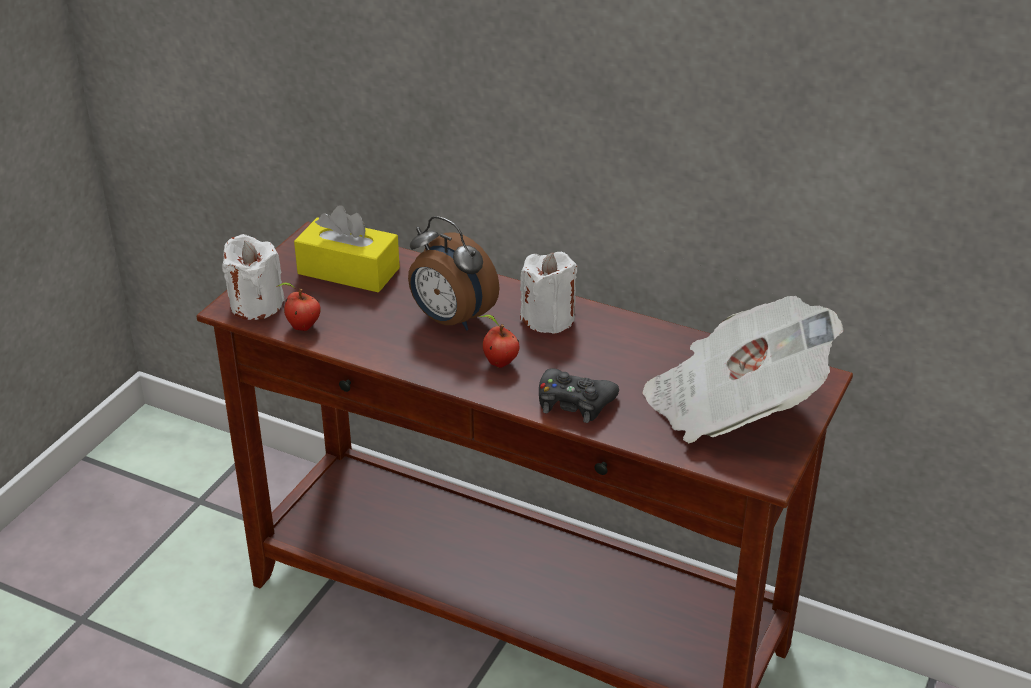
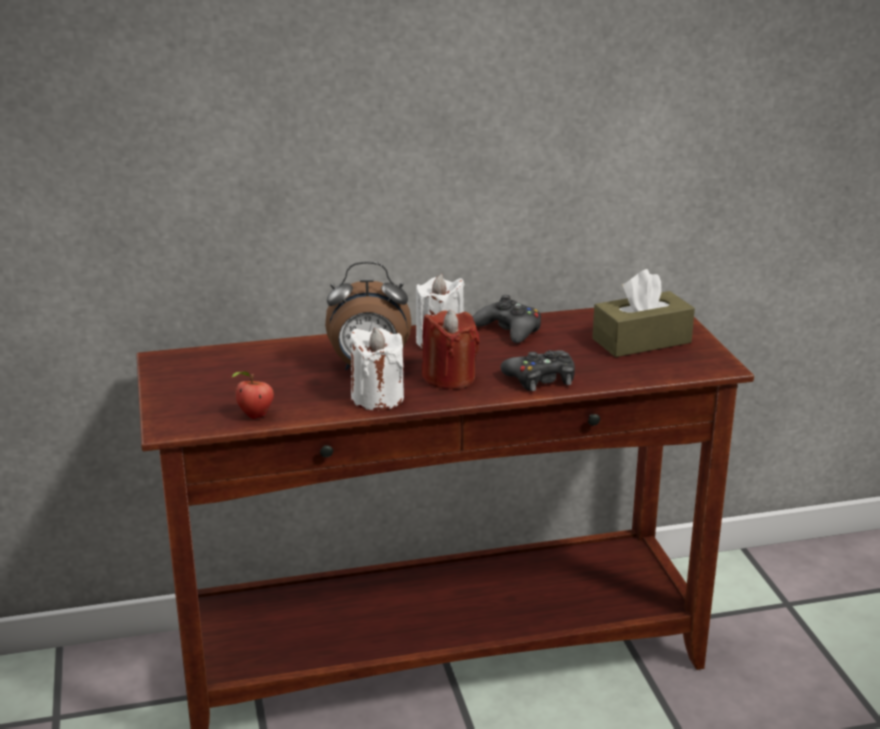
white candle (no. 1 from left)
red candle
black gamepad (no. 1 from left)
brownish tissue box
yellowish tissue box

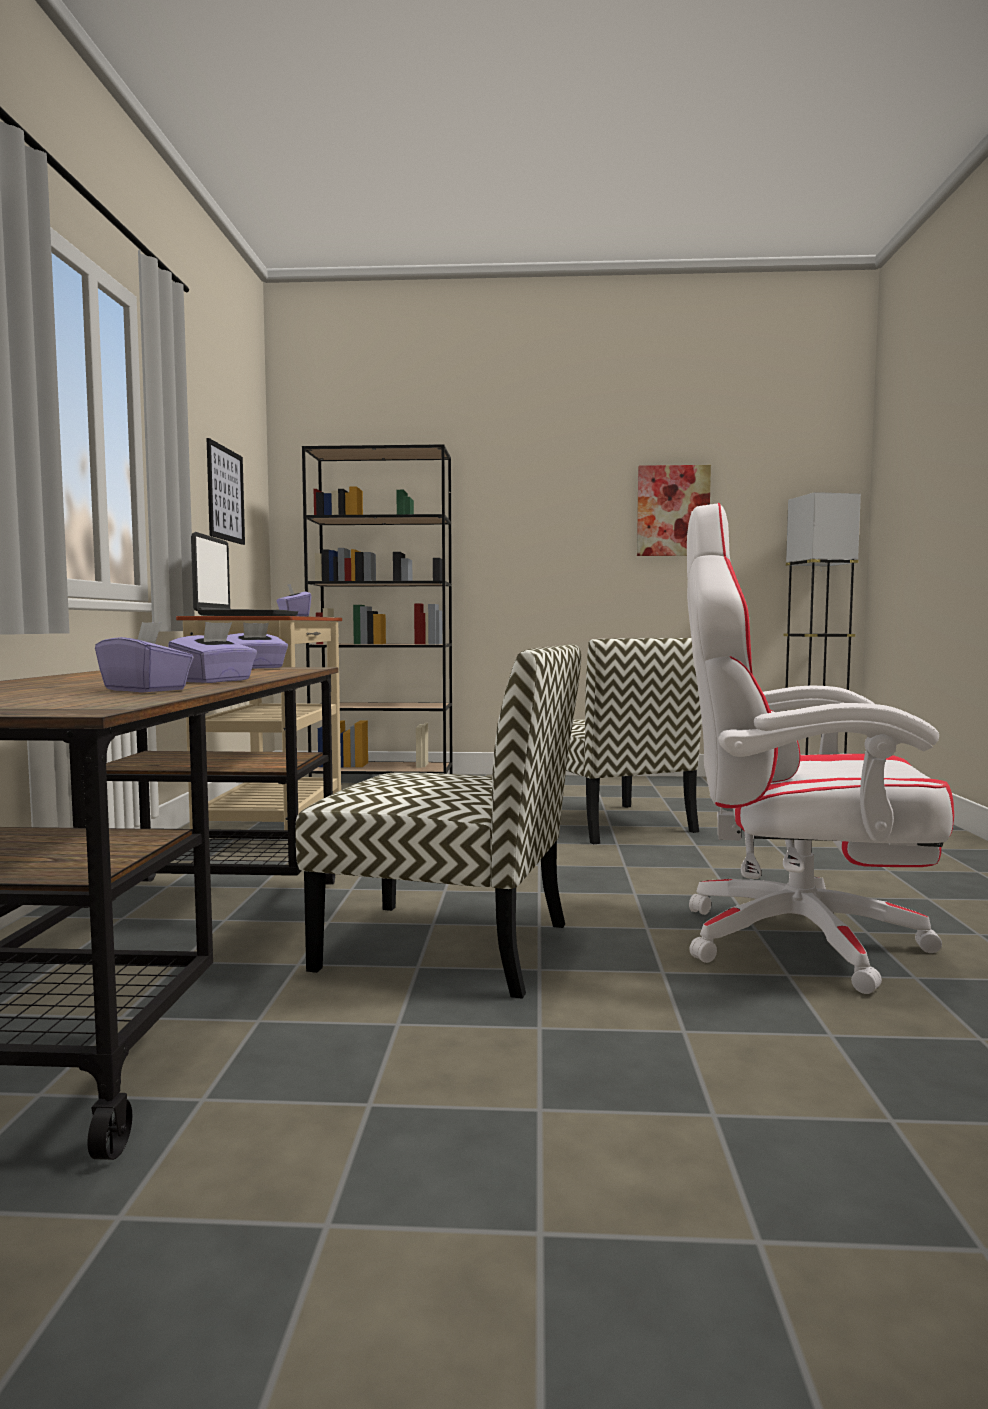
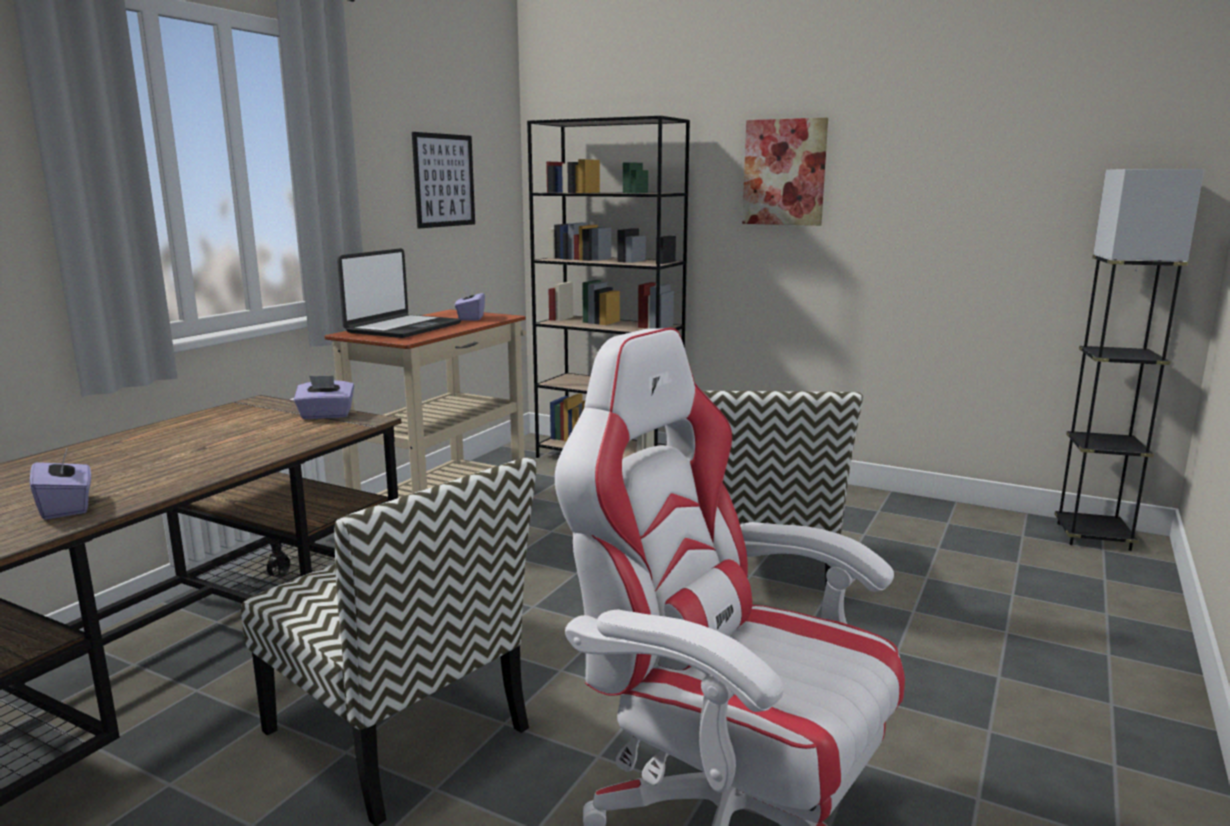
picture (no. 2 from left)
purple tissue box (no. 2 from left in the first image)

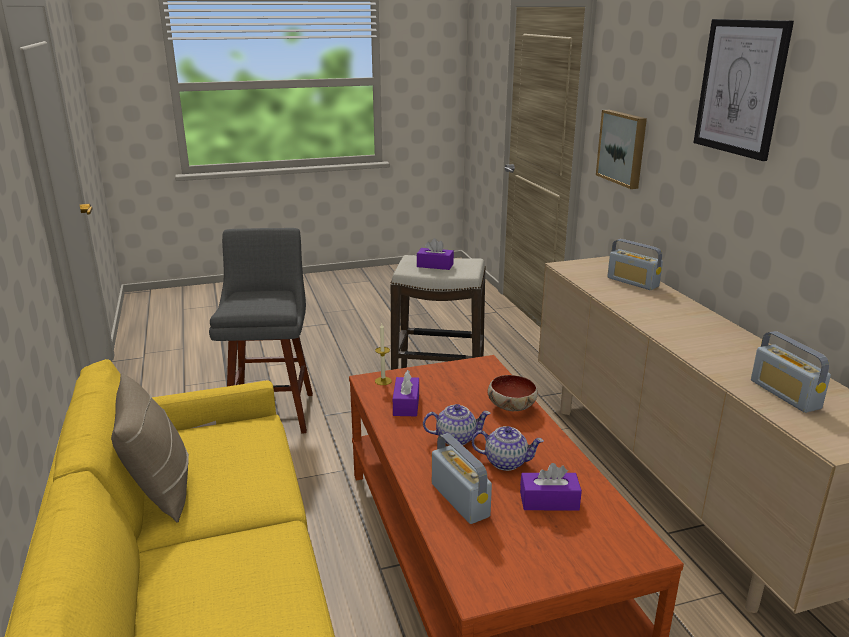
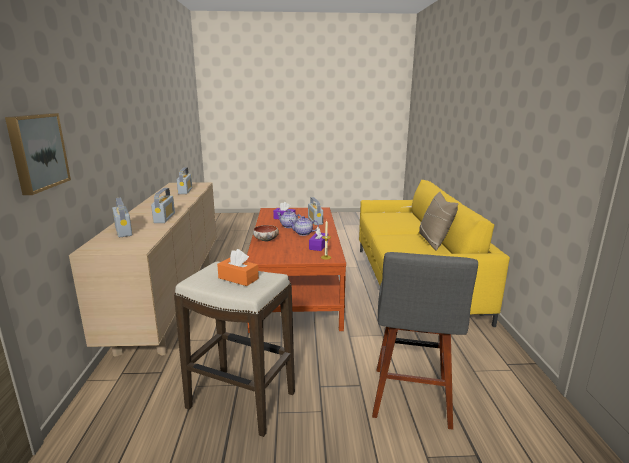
radio receiver (no. 2 from left)
orangey tissue box
picture (no. 2 from left in the first image)

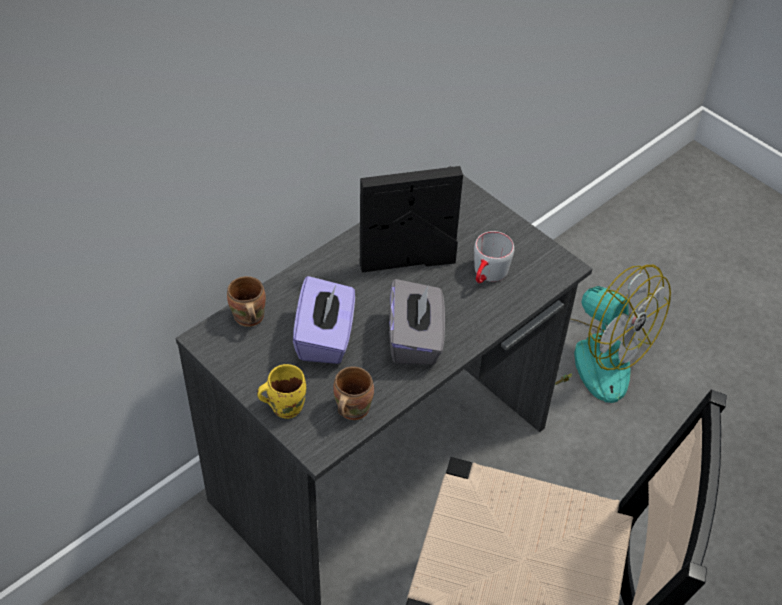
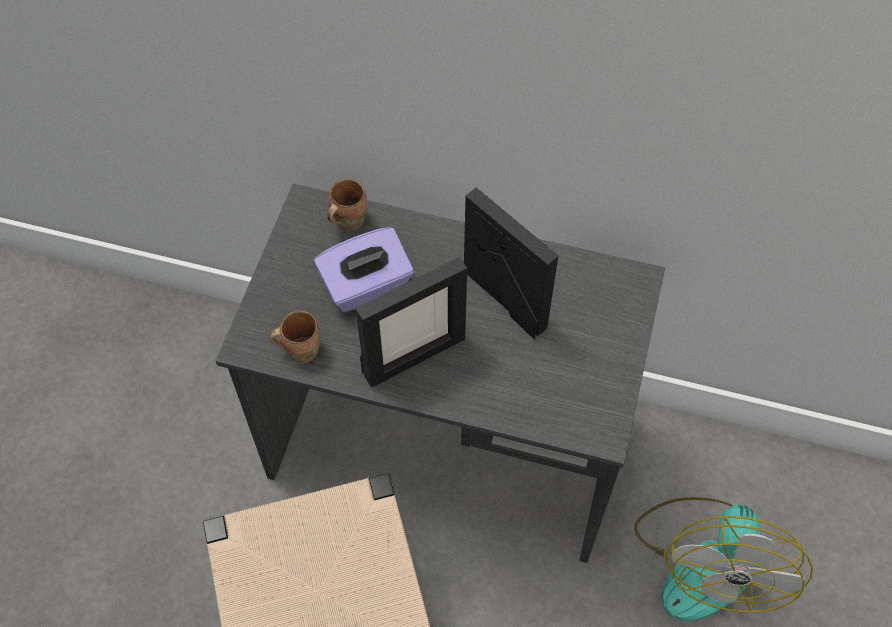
picture frame (no. 1 from left)
yellowish coffee mug
gray coffee mug

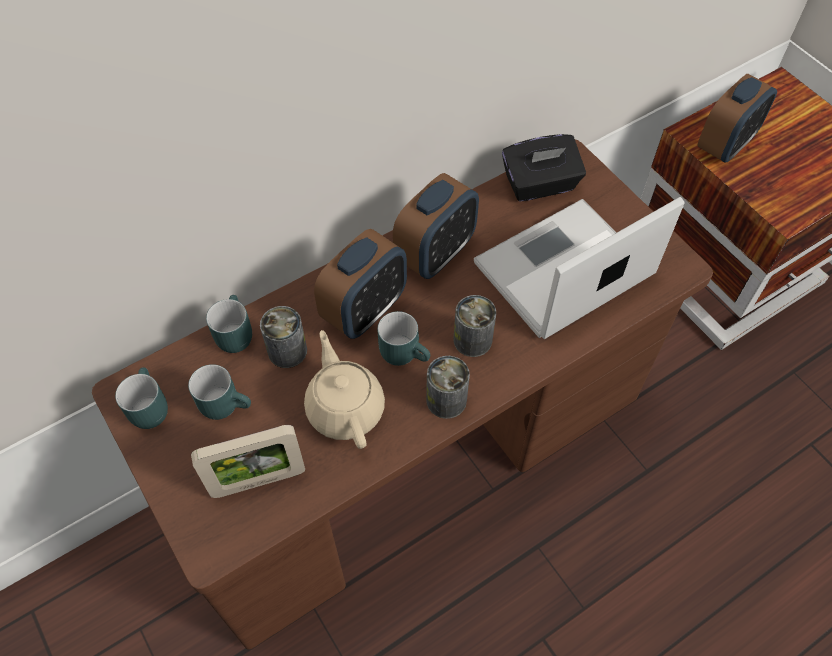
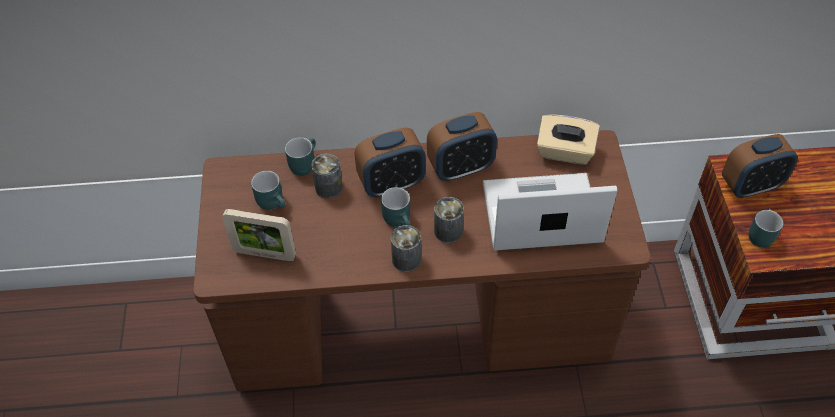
beige tissue box
turquoise coffee mug (no. 4 from left)
beige pot for tea

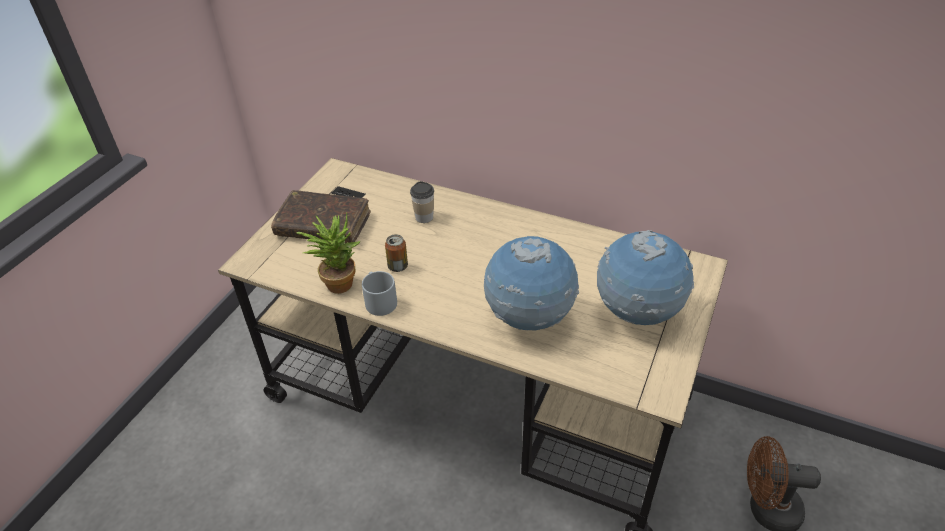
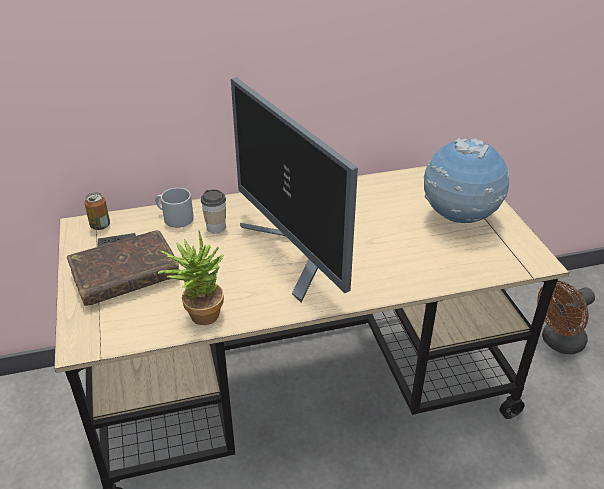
can
gray coffee mug
computer display
world globe (no. 1 from left in the first image)

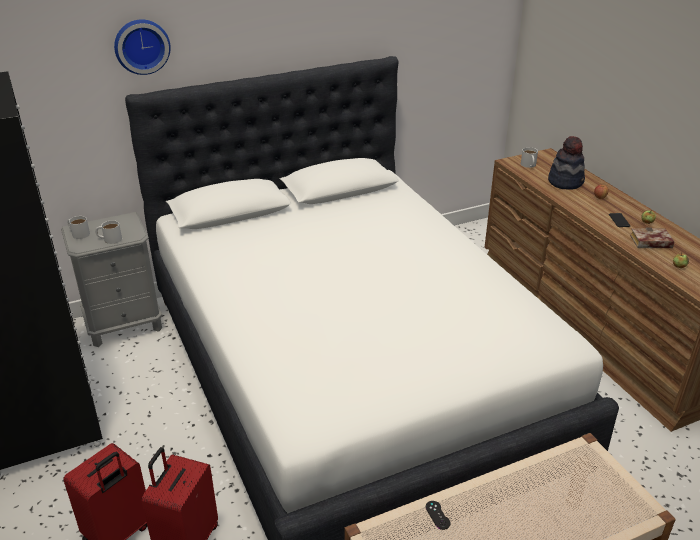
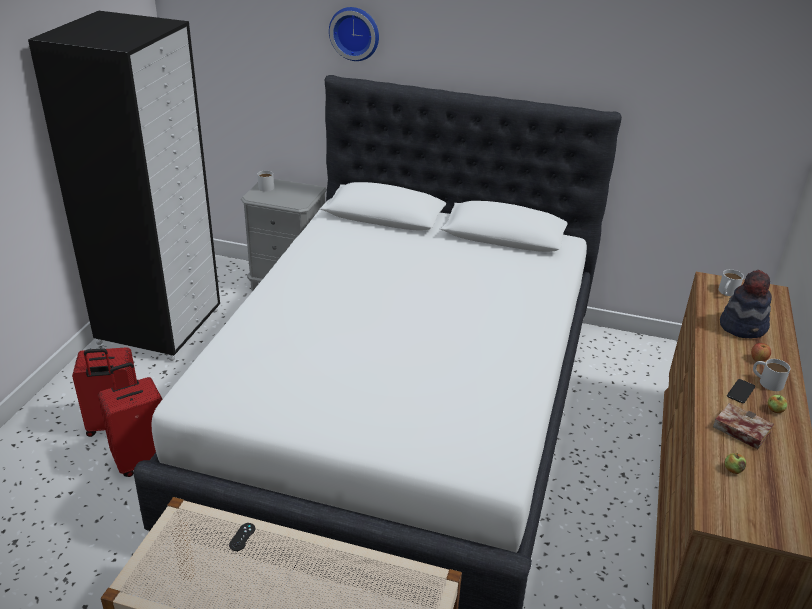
white coffee mug (no. 3 from left)

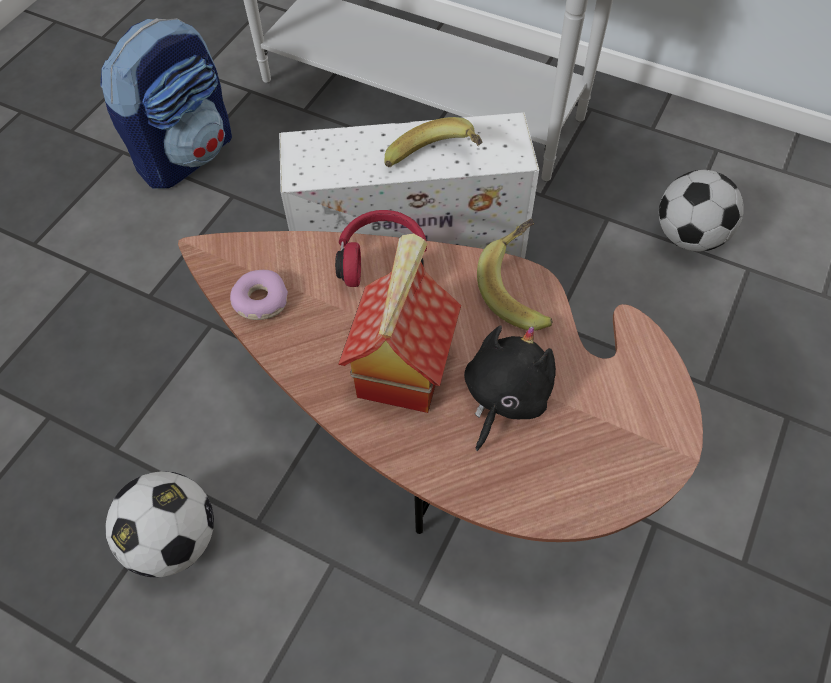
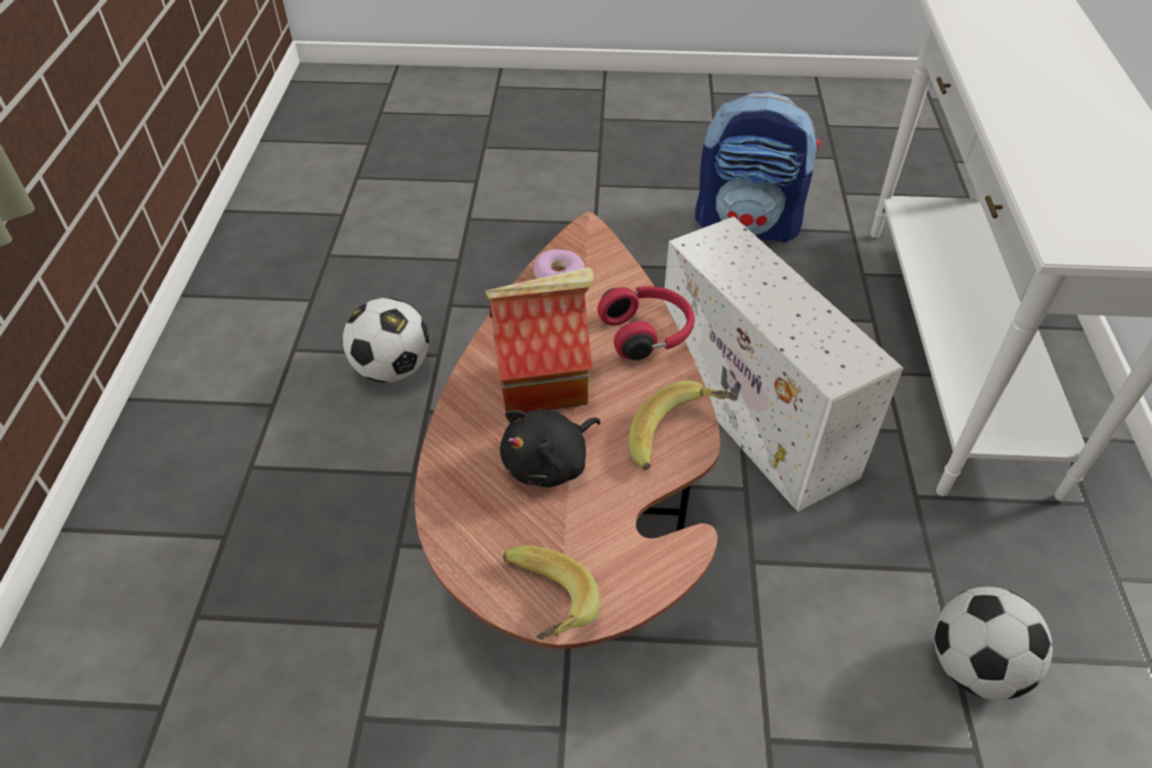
black cuddly toy
whole banana (no. 1 from left)

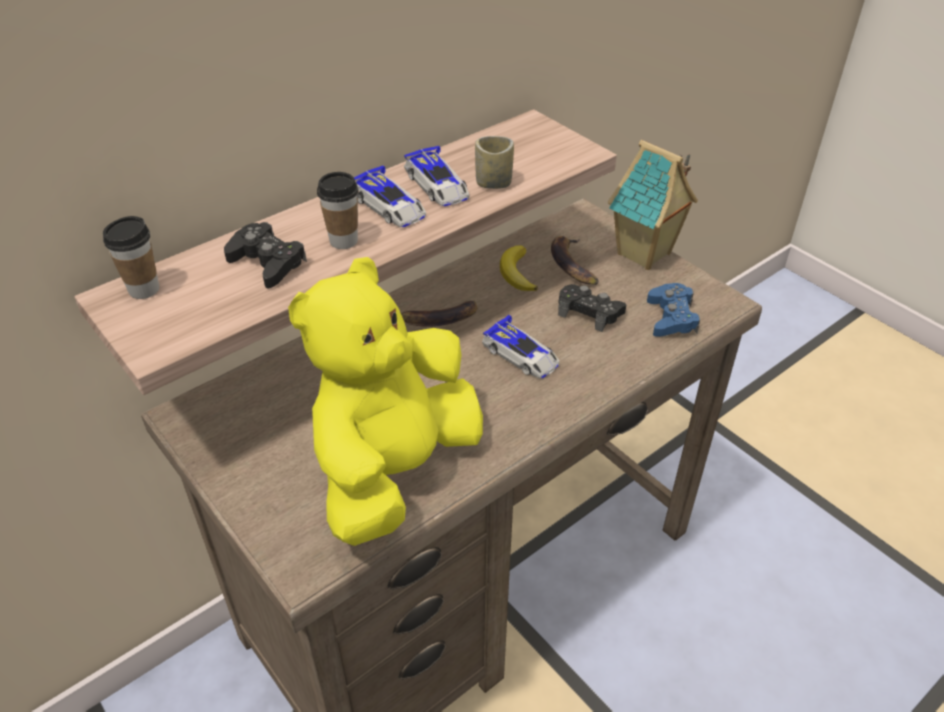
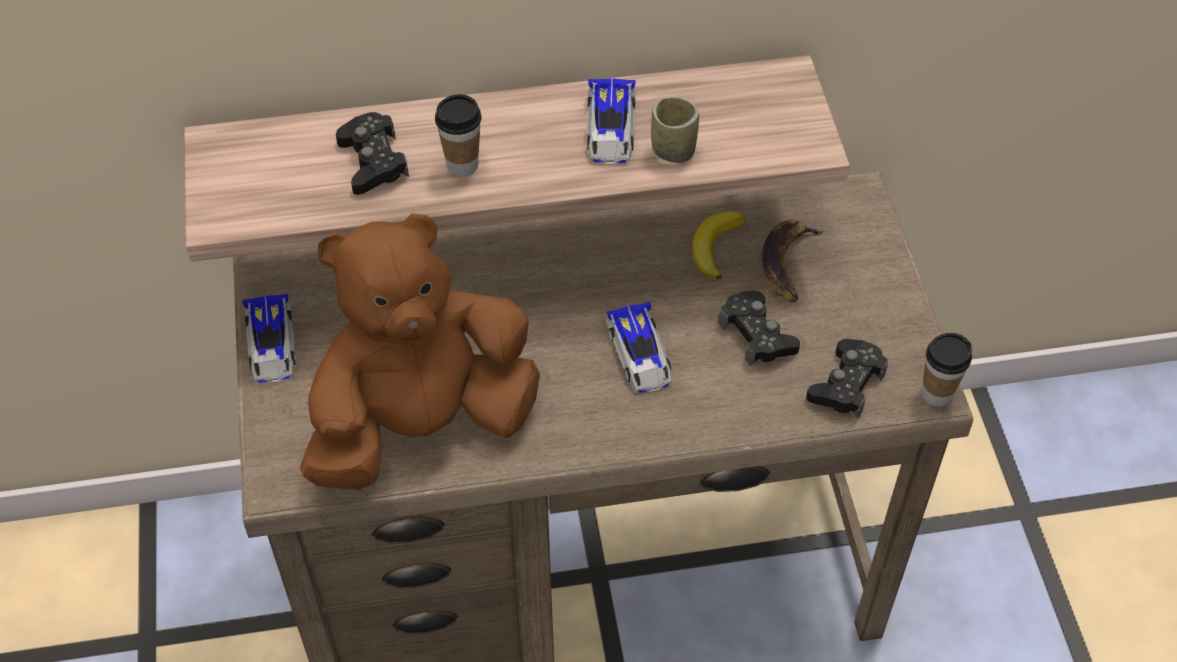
miniature car (no. 1 from left)
brownish cuddly toy
black gamepad (no. 3 from left)
cup (no. 3 from left)
whole banana (no. 1 from left in the first image)
toy house

